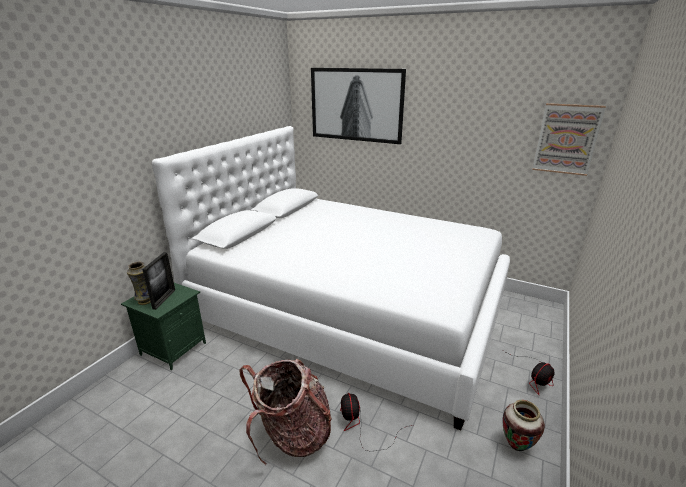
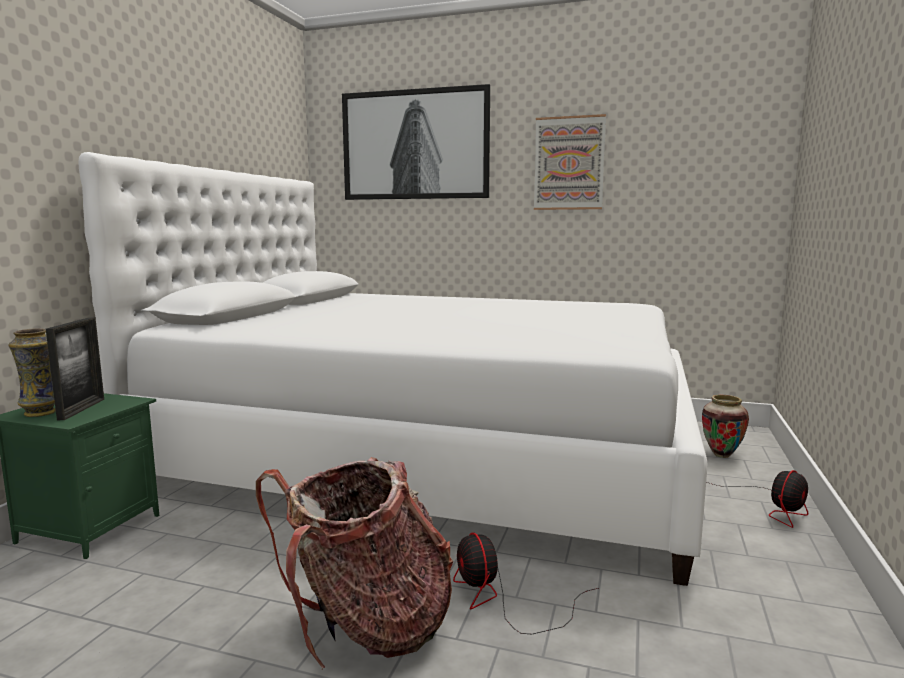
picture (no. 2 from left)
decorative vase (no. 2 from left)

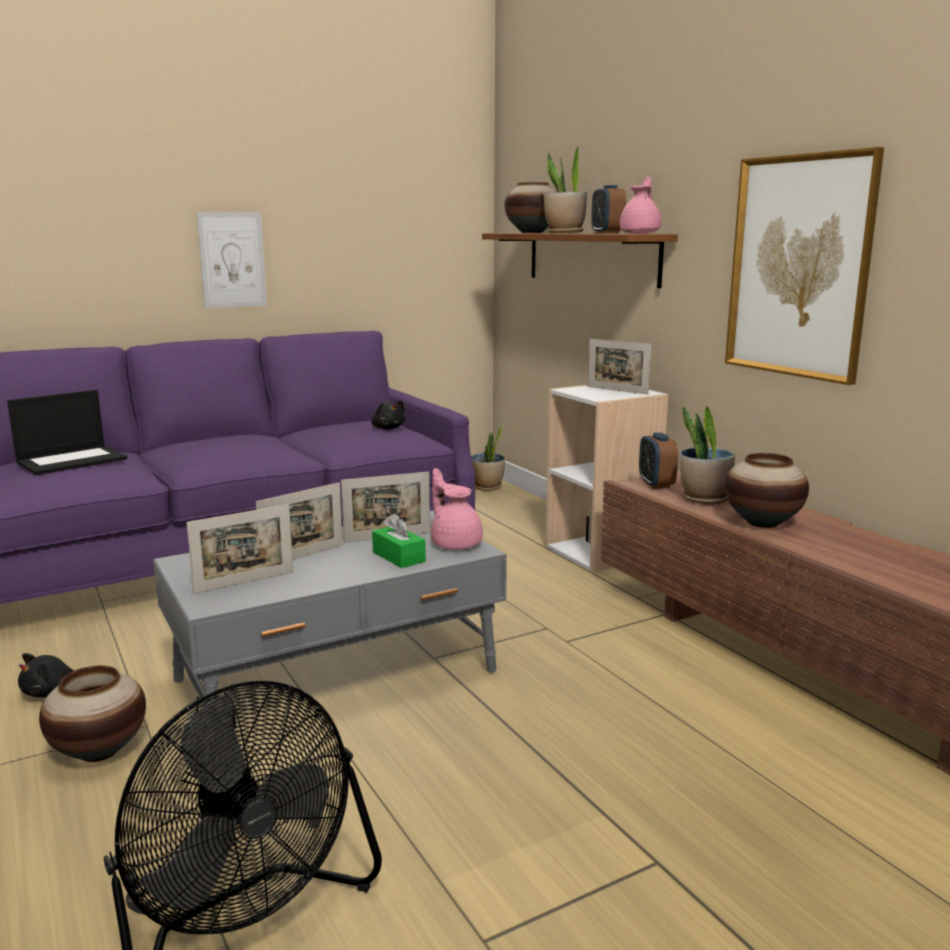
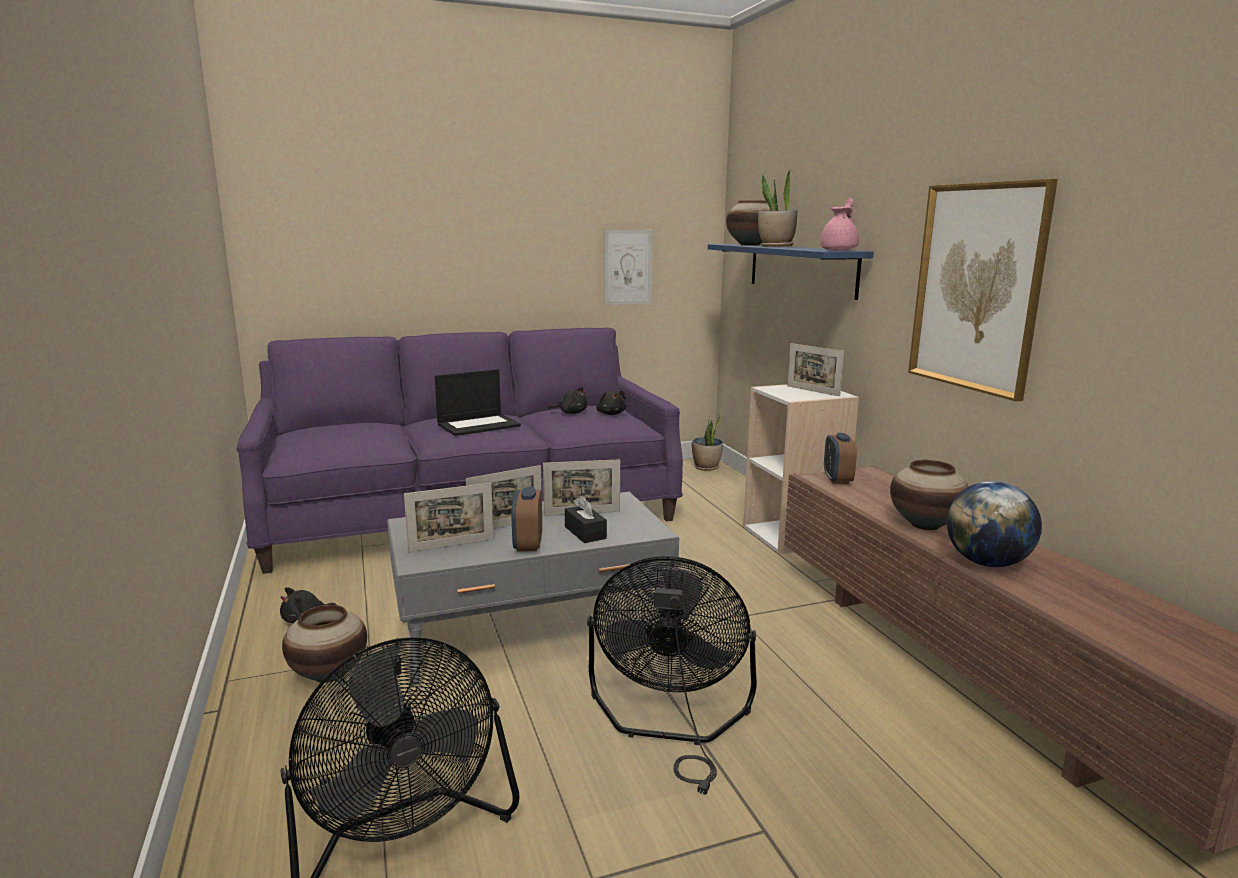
portable computer
alarm clock (no. 1 from left)
black cuddly toy (no. 2 from left)
black tissue box
black fan (no. 2 from left)
picture (no. 1 from left)
blue wall shelf
world globe
pink pot for tea (no. 1 from left in the first image)
houseplant (no. 3 from left in the first image)

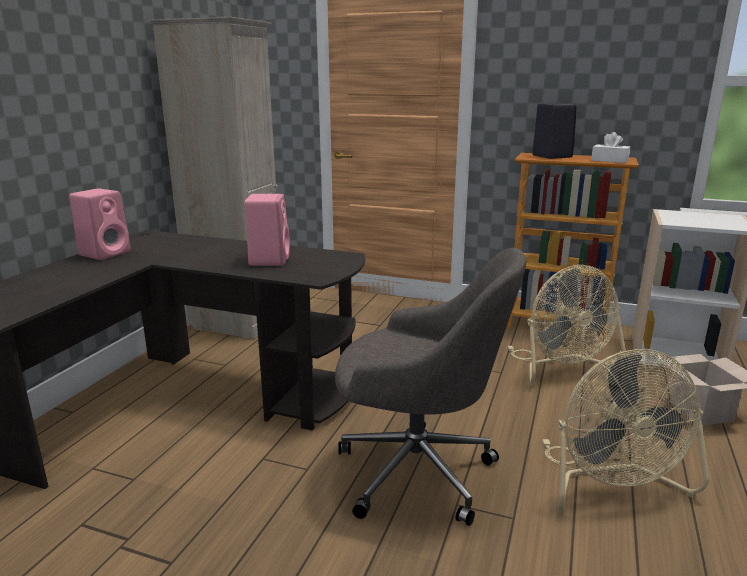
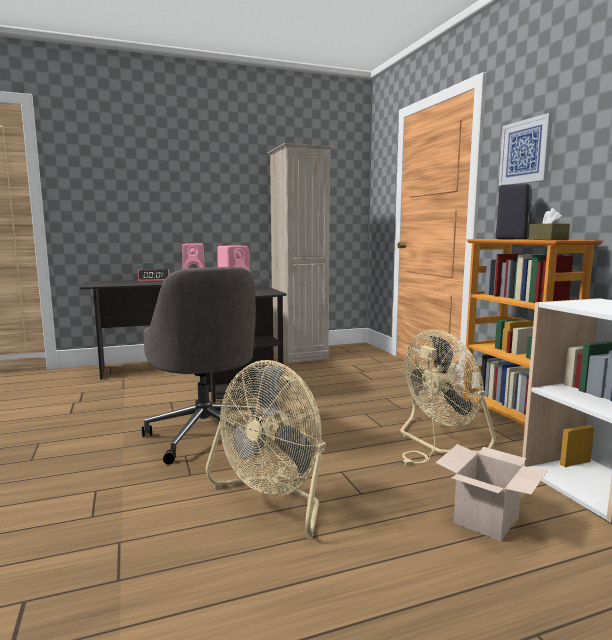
alarm clock
beige fan (no. 2 from left)
picture
brownish tissue box

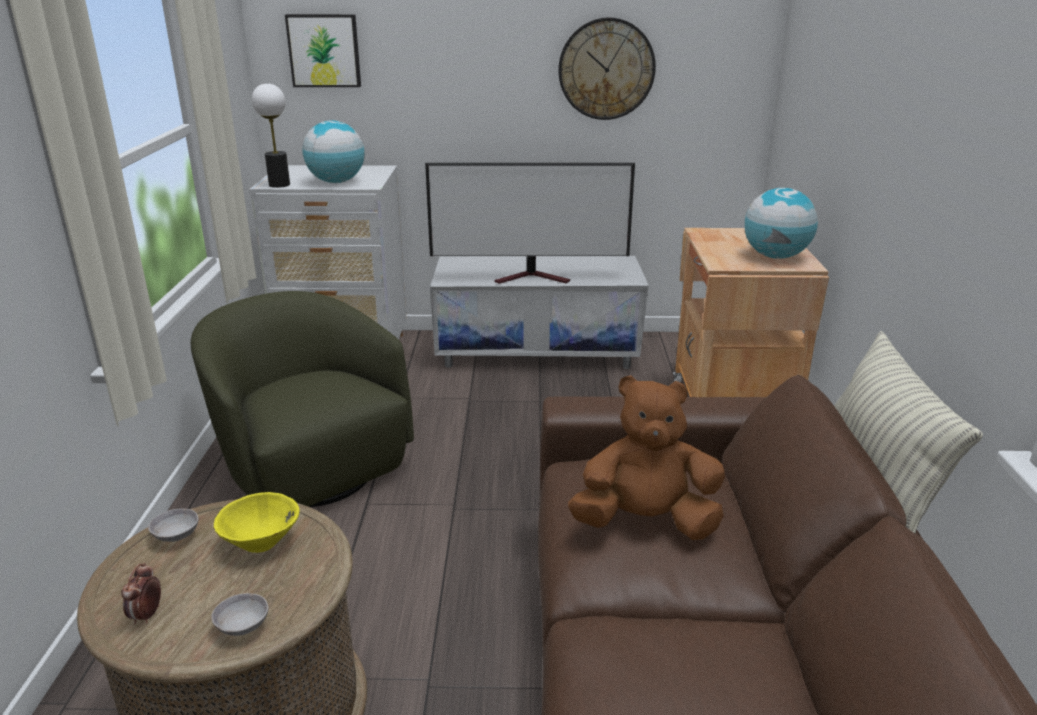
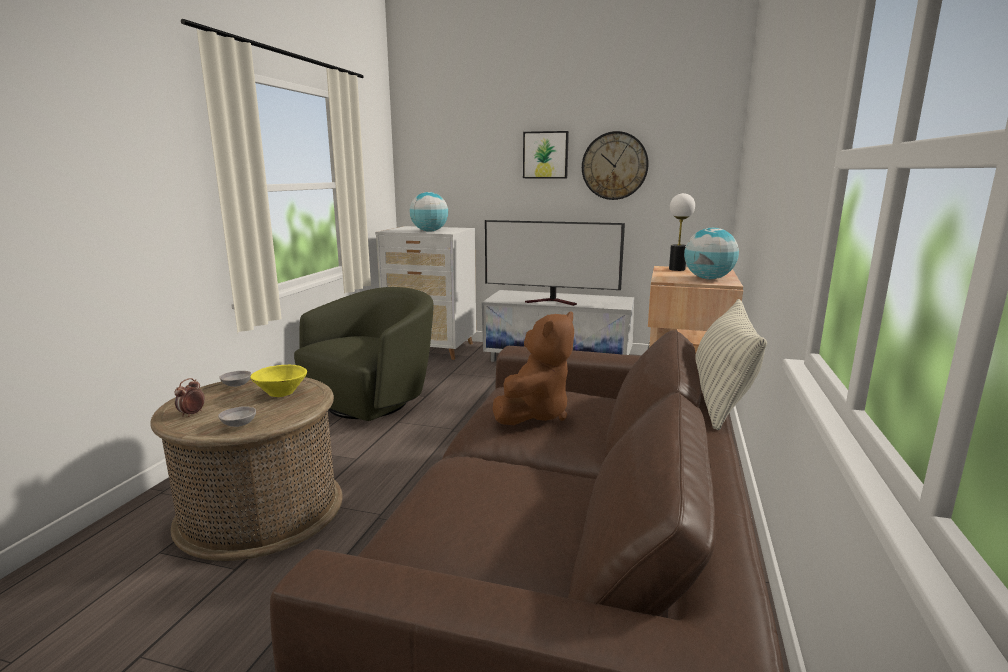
greenish armchair
brownish cuddly toy
picture
lamp for a table

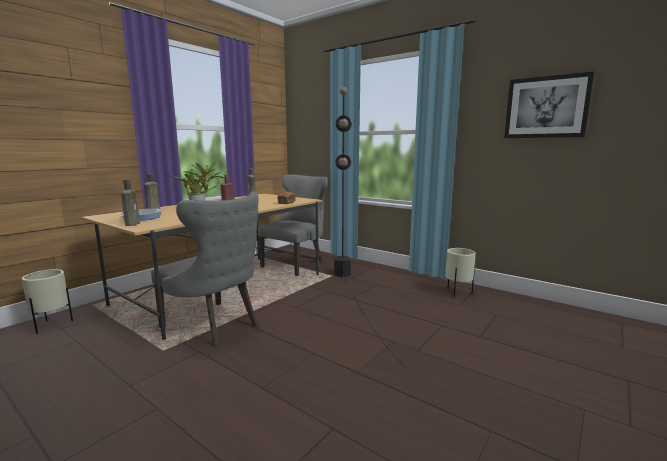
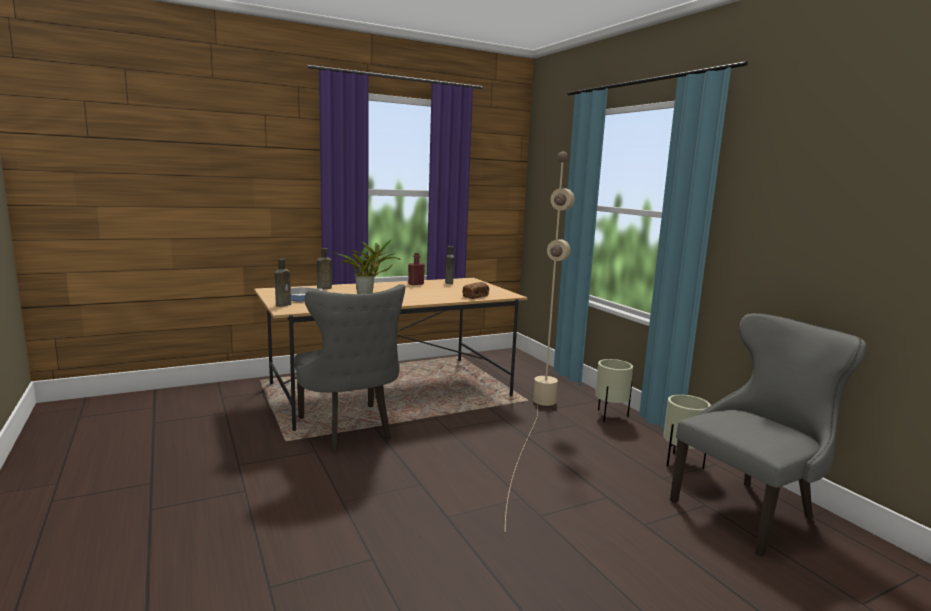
beige standard lamp
beige flower pot (no. 1 from left)
gray chair (no. 2 from left)
picture

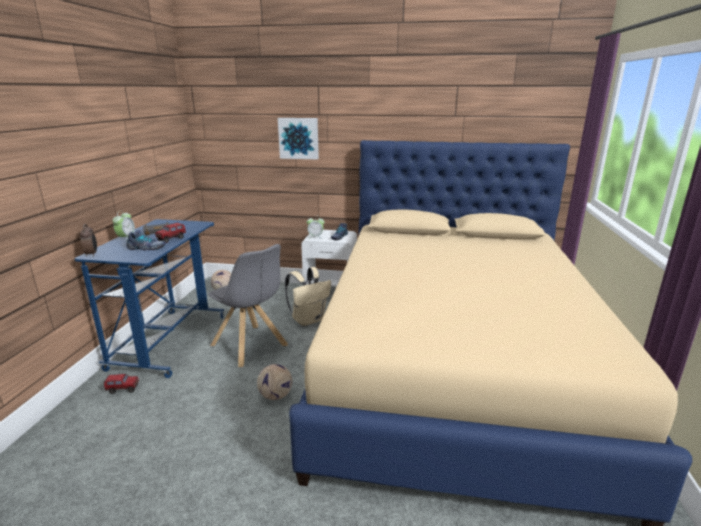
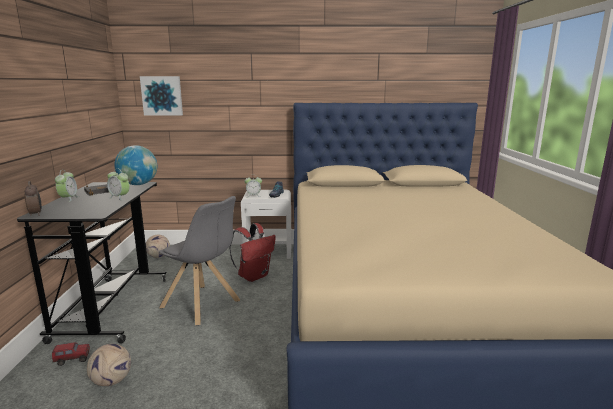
black desk
football ball (no. 1 from left)
alarm clock (no. 3 from left)
world globe
picture
red knapsack
shoe (no. 1 from left in the first image)

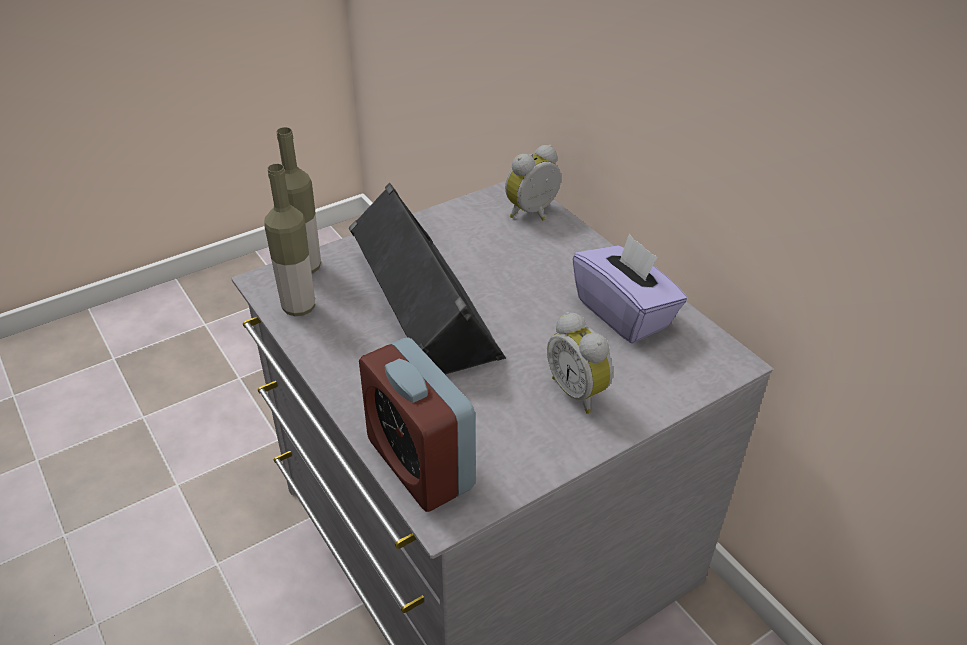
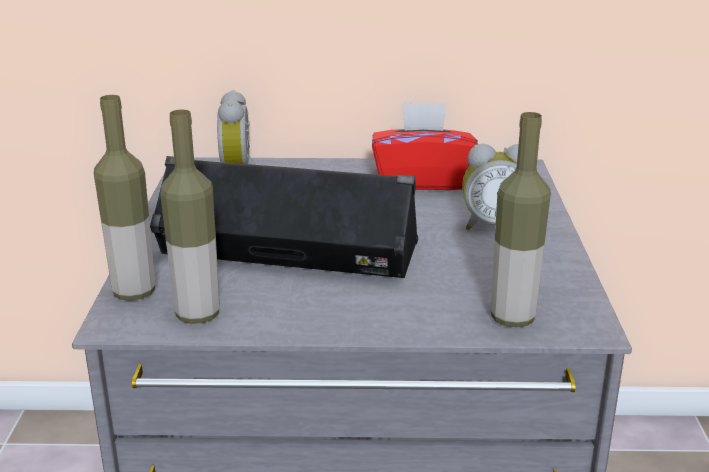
red tissue box
beverage bottle (no. 3 from left)

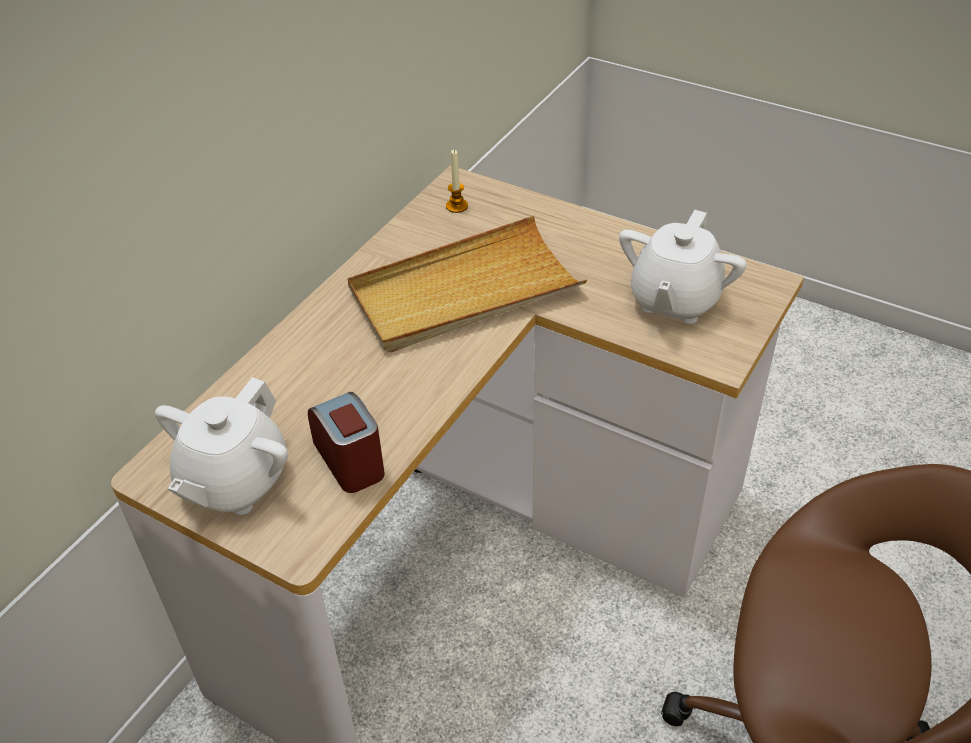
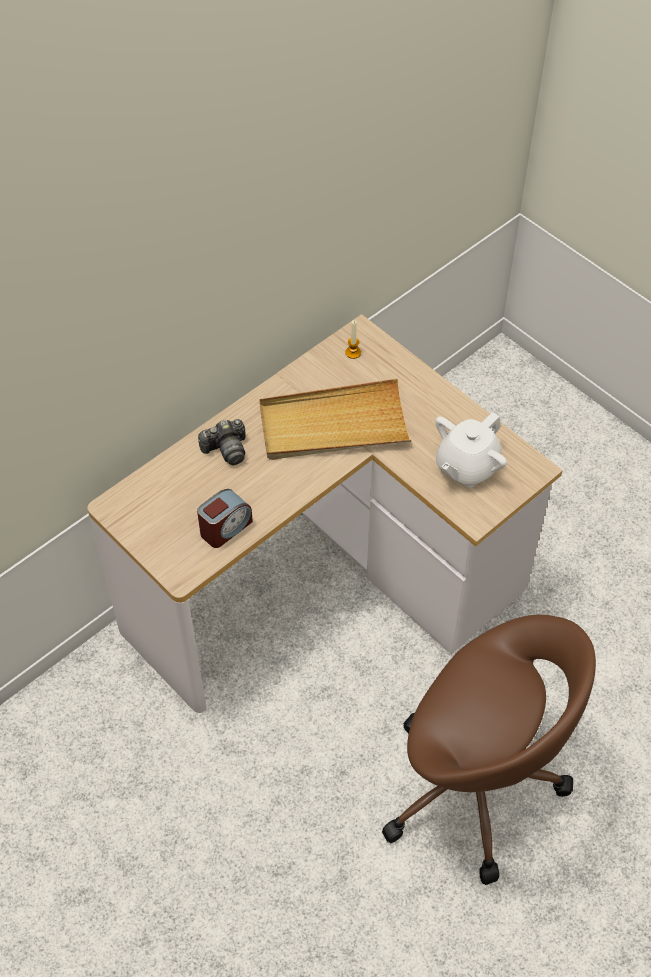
alarm clock
still camera
white pot for tea (no. 1 from left in the first image)

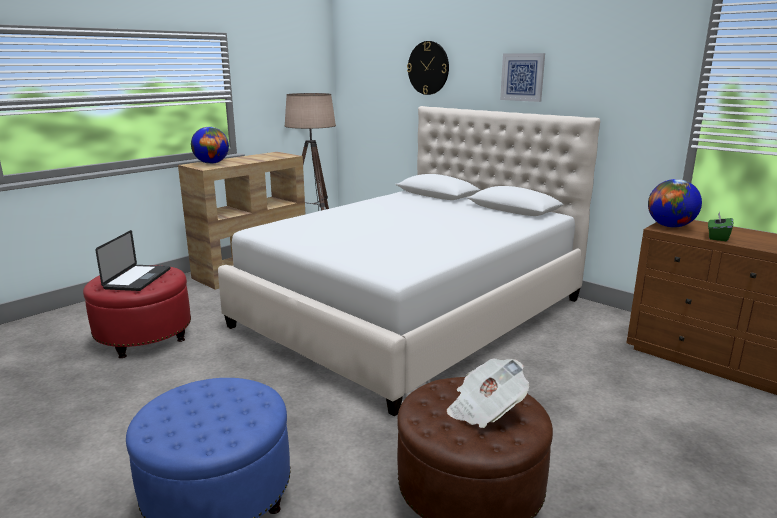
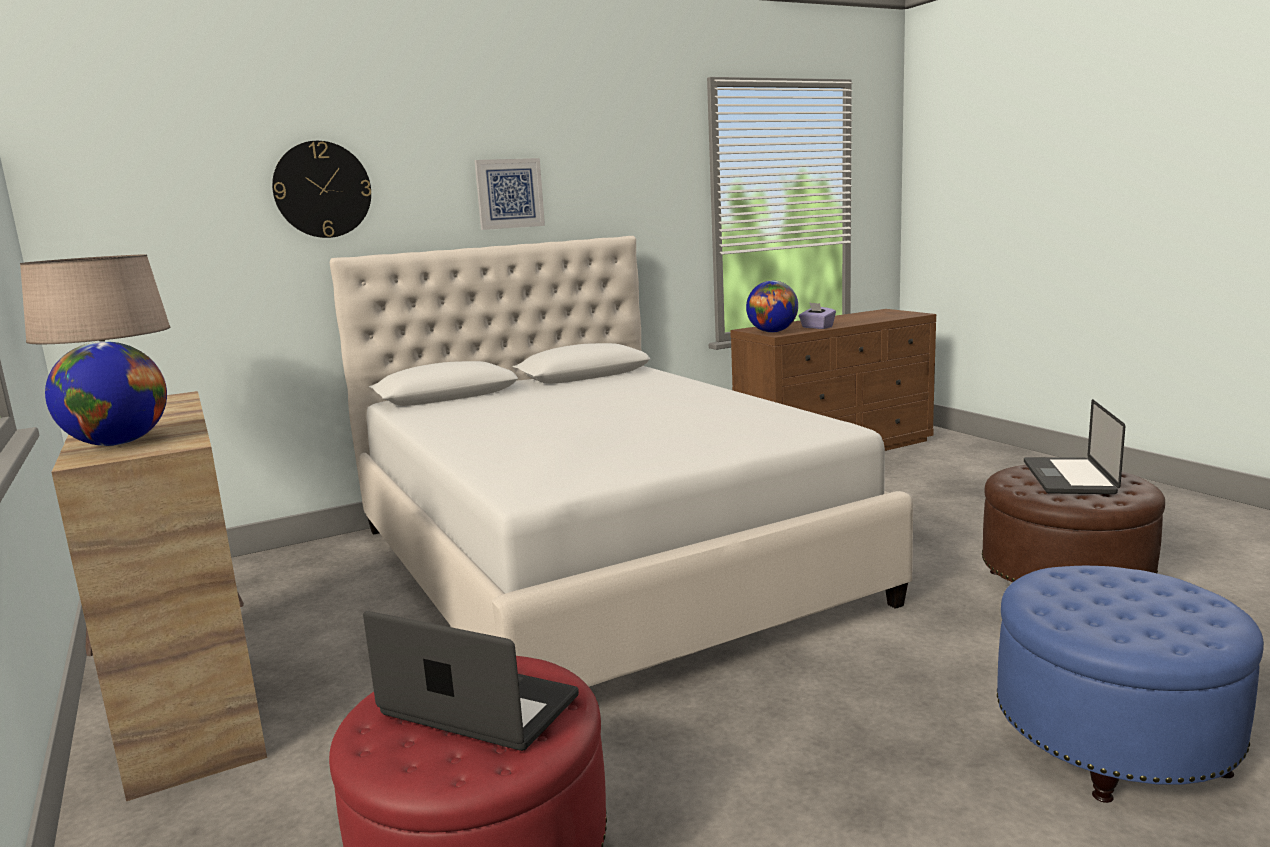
purple tissue box
portable computer (no. 2 from left)

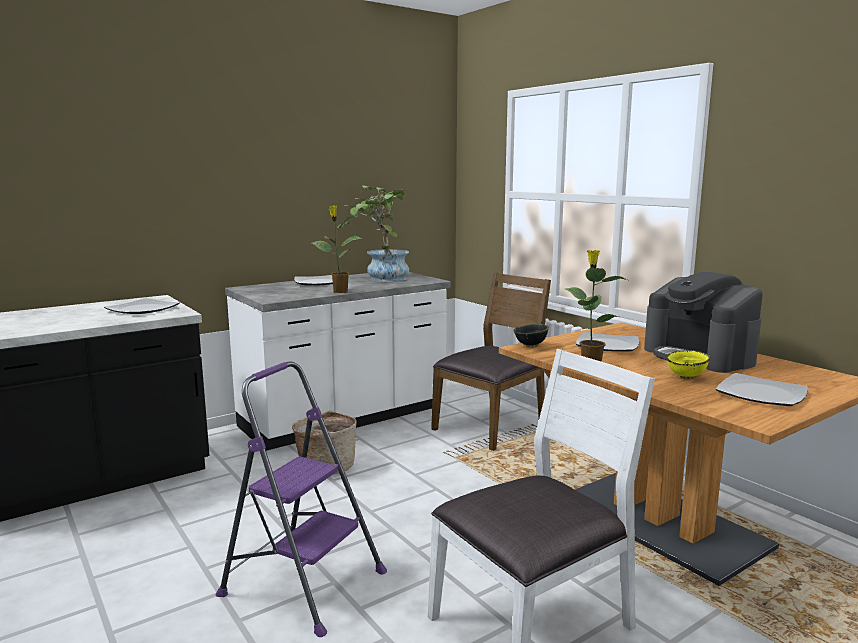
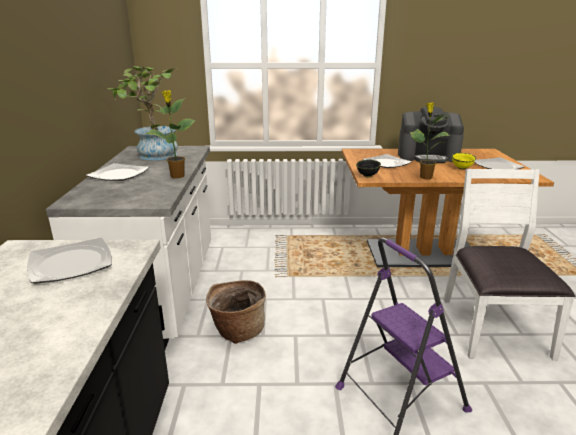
brownish chair

